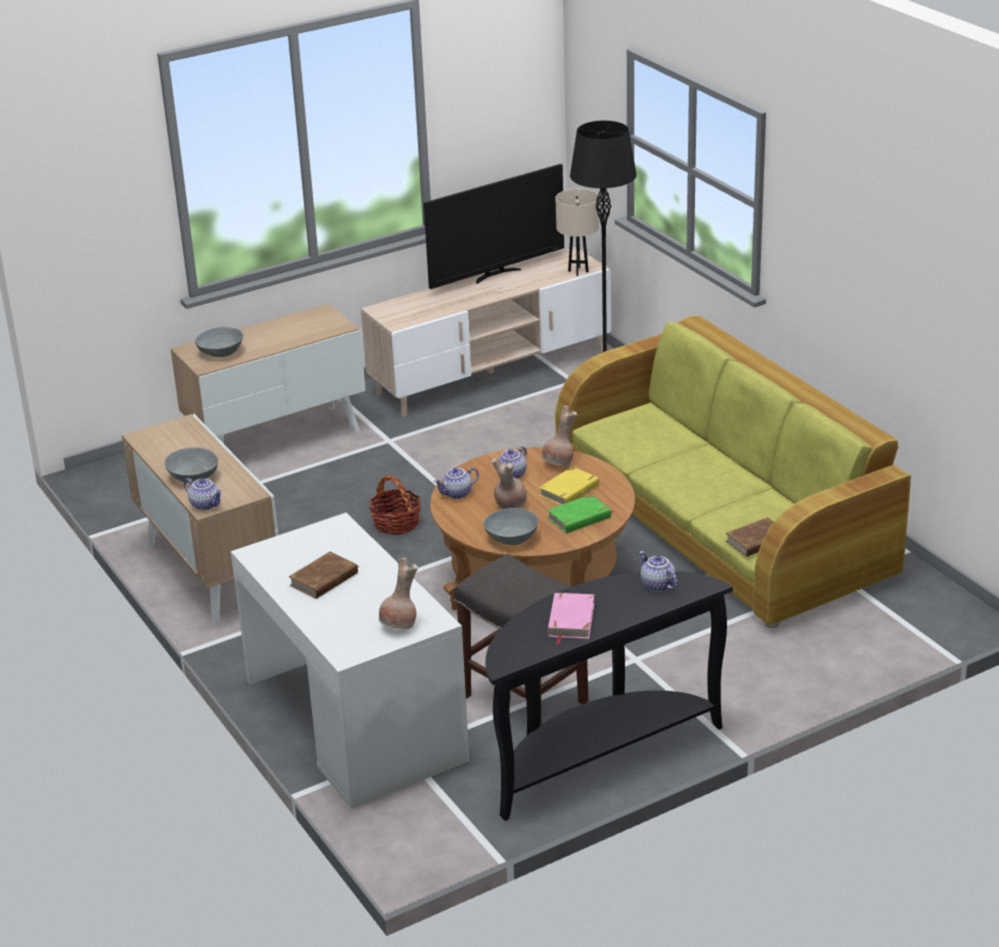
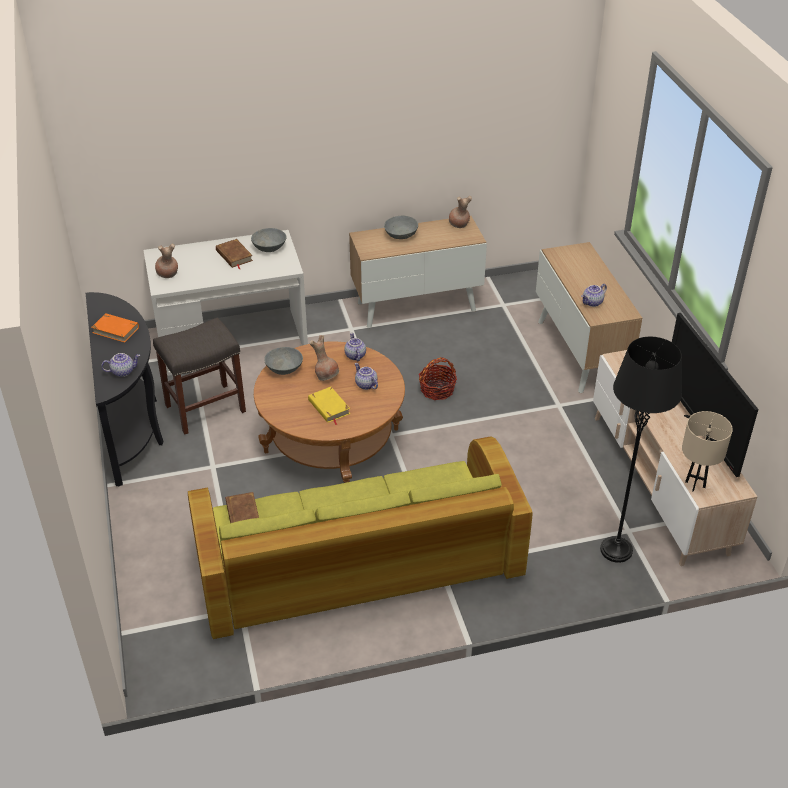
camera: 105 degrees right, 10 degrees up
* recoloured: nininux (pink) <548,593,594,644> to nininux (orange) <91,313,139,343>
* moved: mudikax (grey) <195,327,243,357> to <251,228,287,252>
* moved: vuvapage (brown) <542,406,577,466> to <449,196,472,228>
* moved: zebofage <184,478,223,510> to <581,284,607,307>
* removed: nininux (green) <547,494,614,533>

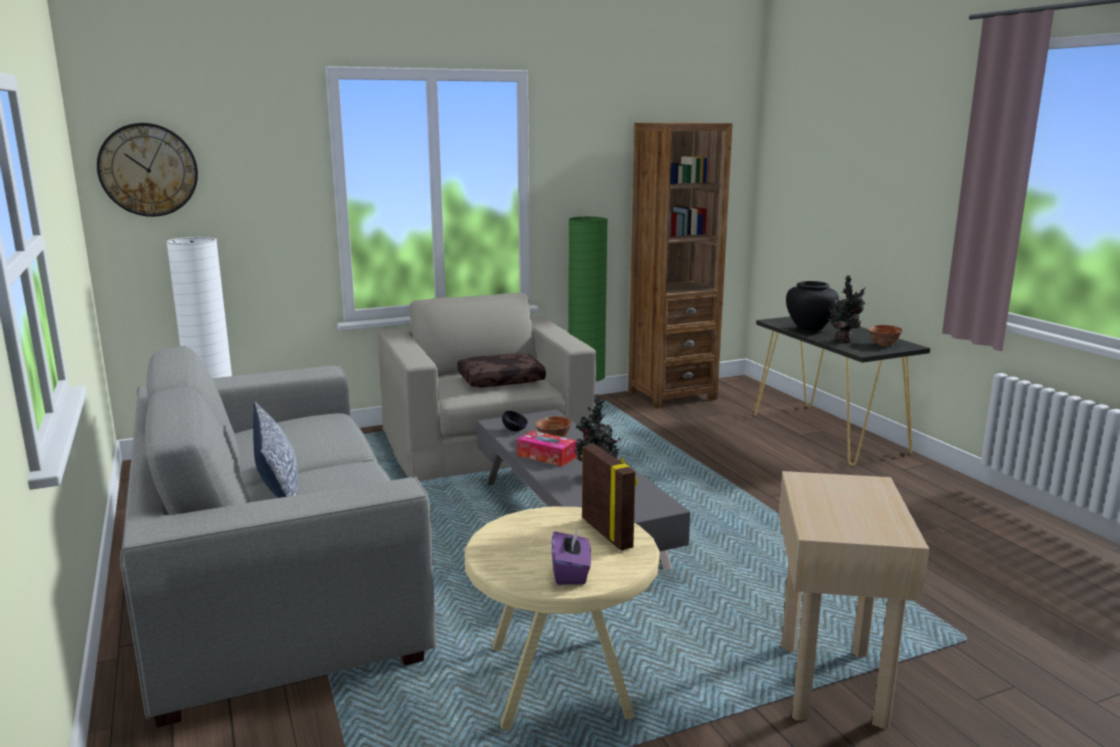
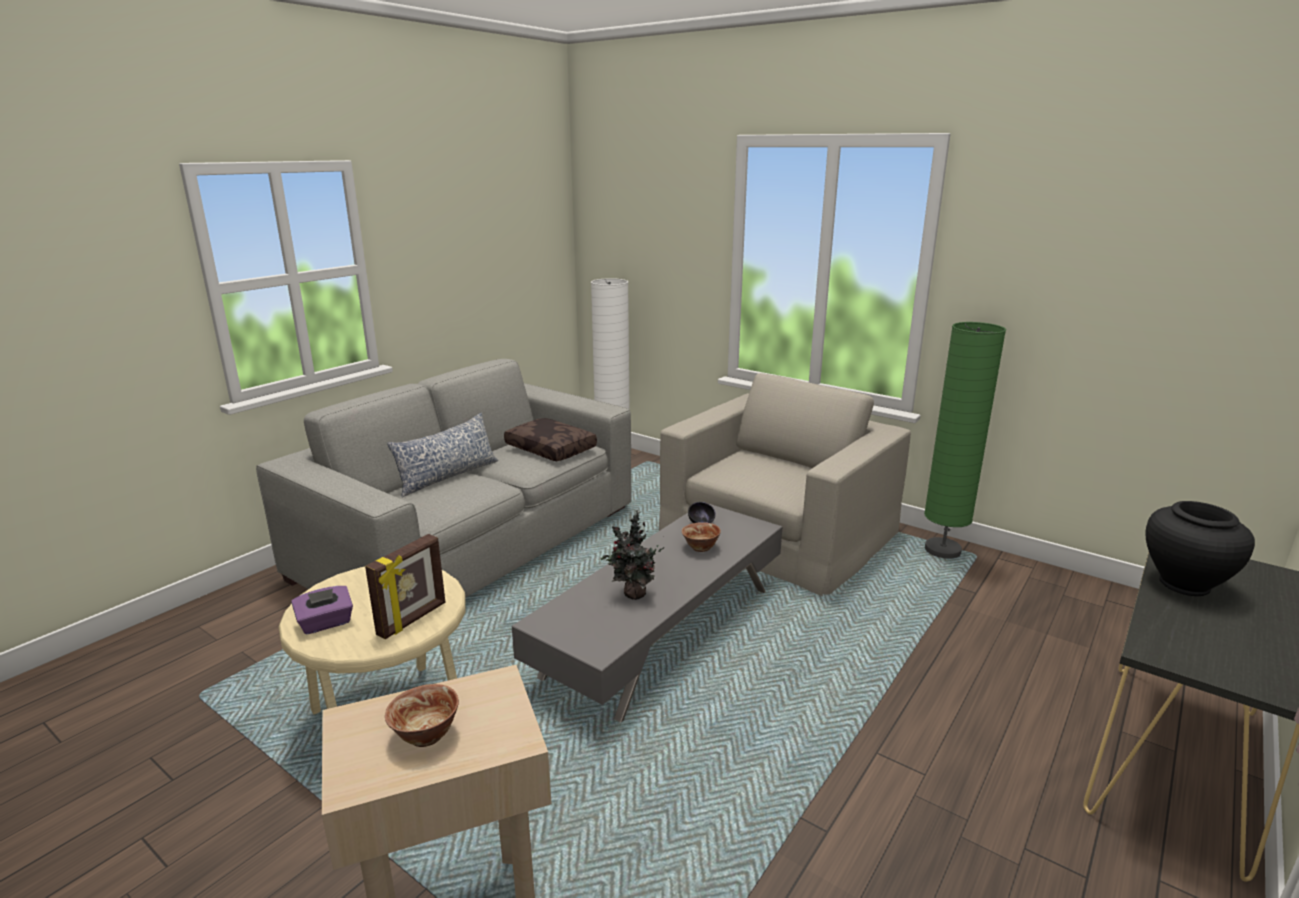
camera: 60 degrees right, 5 degrees up
* moved: mudikax <868,325,903,346> to <385,684,459,747>
* moved: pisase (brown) <458,353,546,388> to <504,418,597,461>
* removed: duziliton <97,123,198,217>
* removed: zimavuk <517,431,577,466>
* removed: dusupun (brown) <628,122,733,409>
* removed: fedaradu <828,275,866,342>

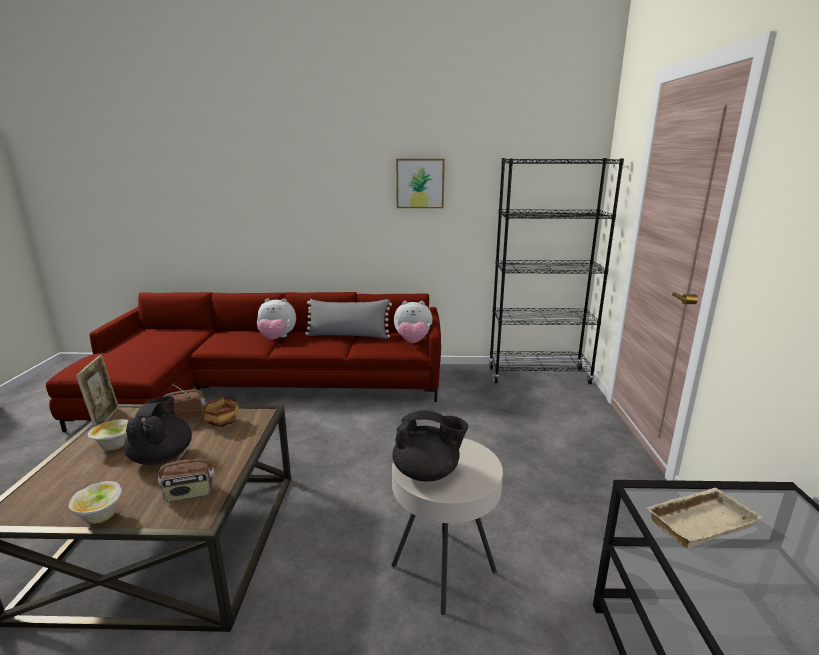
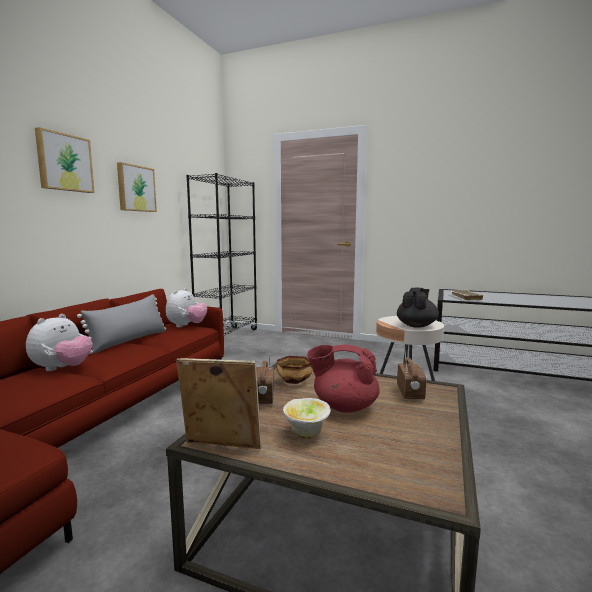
camera: 70 degrees left, 10 degrees down
* added: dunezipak <35,127,95,193>
* recoloured: zebofage (black) <124,396,192,465> to zebofage (red) <307,345,380,413>
* removed: mudikax <68,481,122,524>

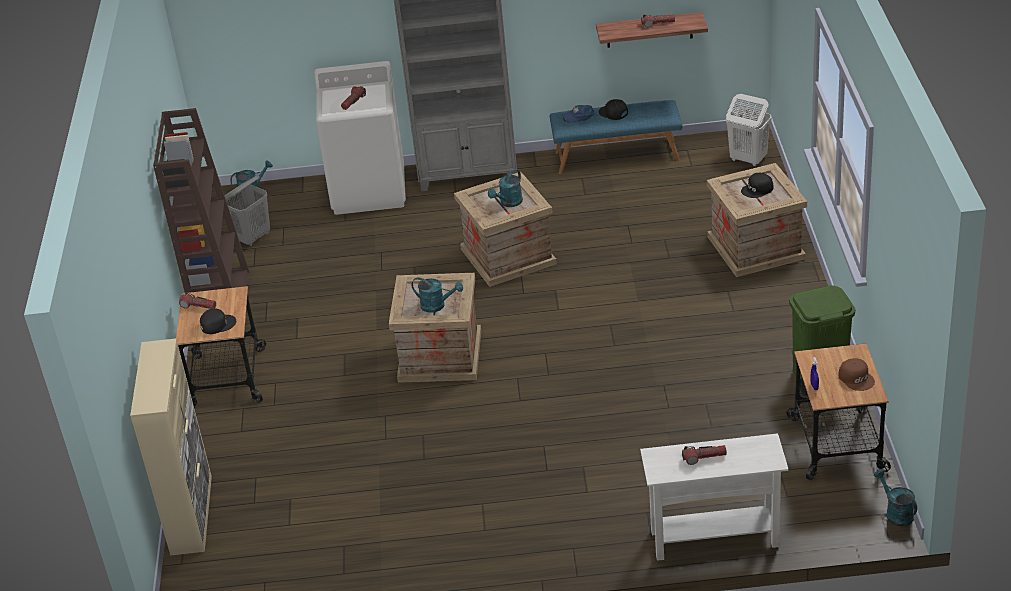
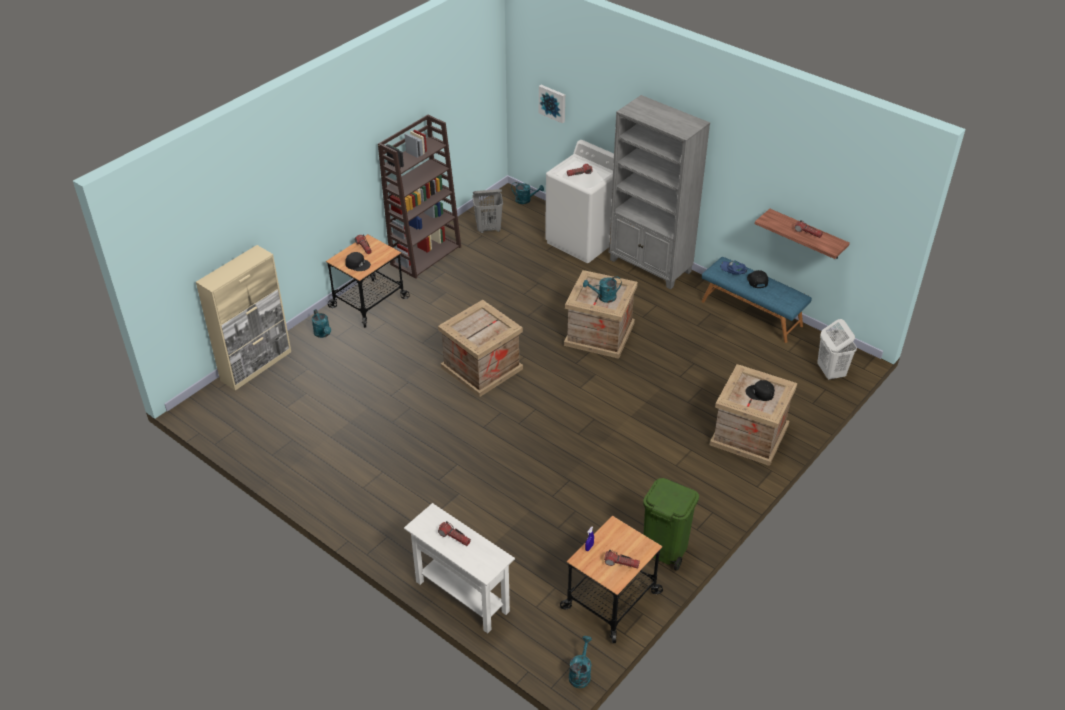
camera: 40 degrees right, 5 degrees up
* moved: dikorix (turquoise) <412,277,463,313> to <312,309,331,338>
* added: dunezipak <539,85,565,123>
* replaced: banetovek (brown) <838,358,875,391> to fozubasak <604,550,640,569>

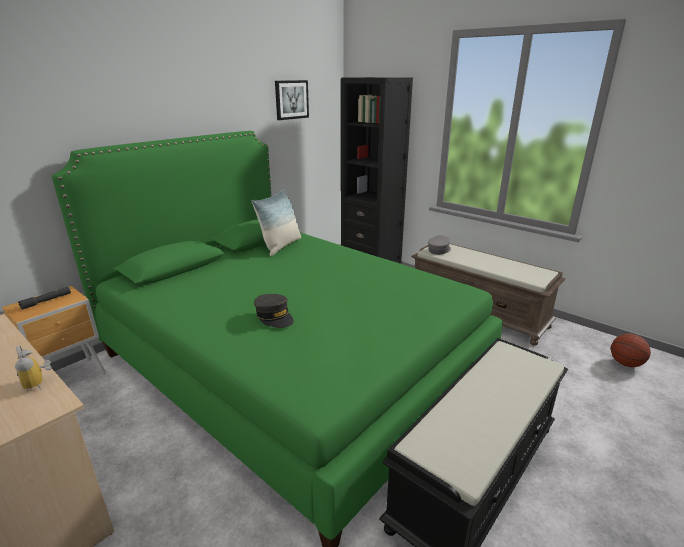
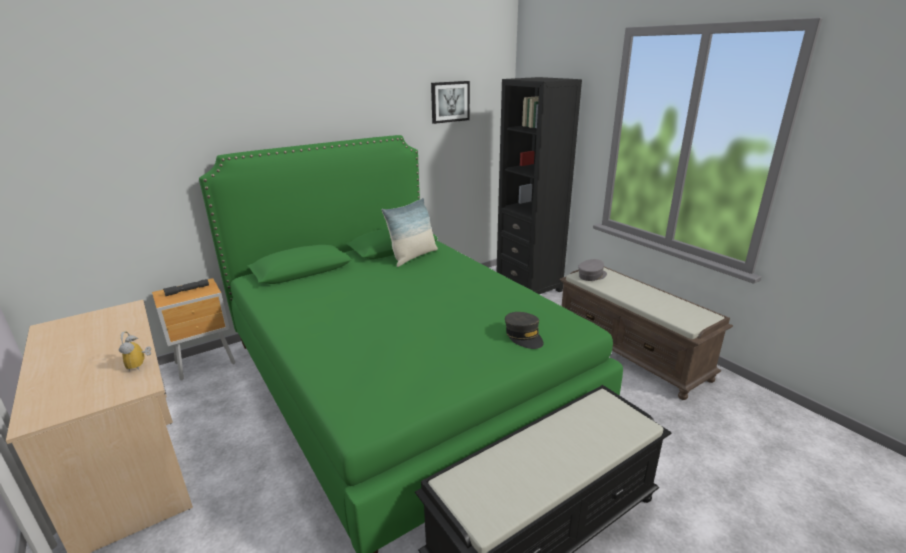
camera: 15 degrees right, 0 degrees up
* moved: banetovek (grey) <254,294,294,328> to <505,312,544,349>
* removed: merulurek <611,334,651,367>

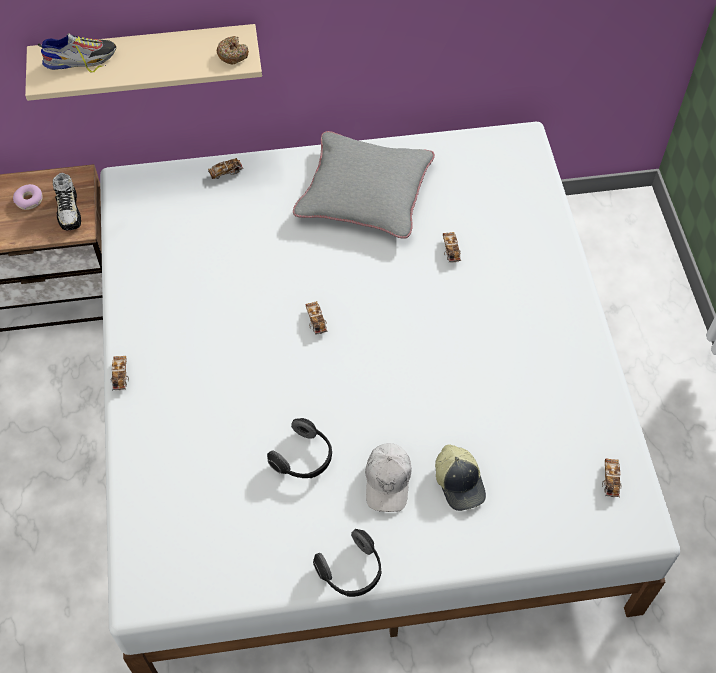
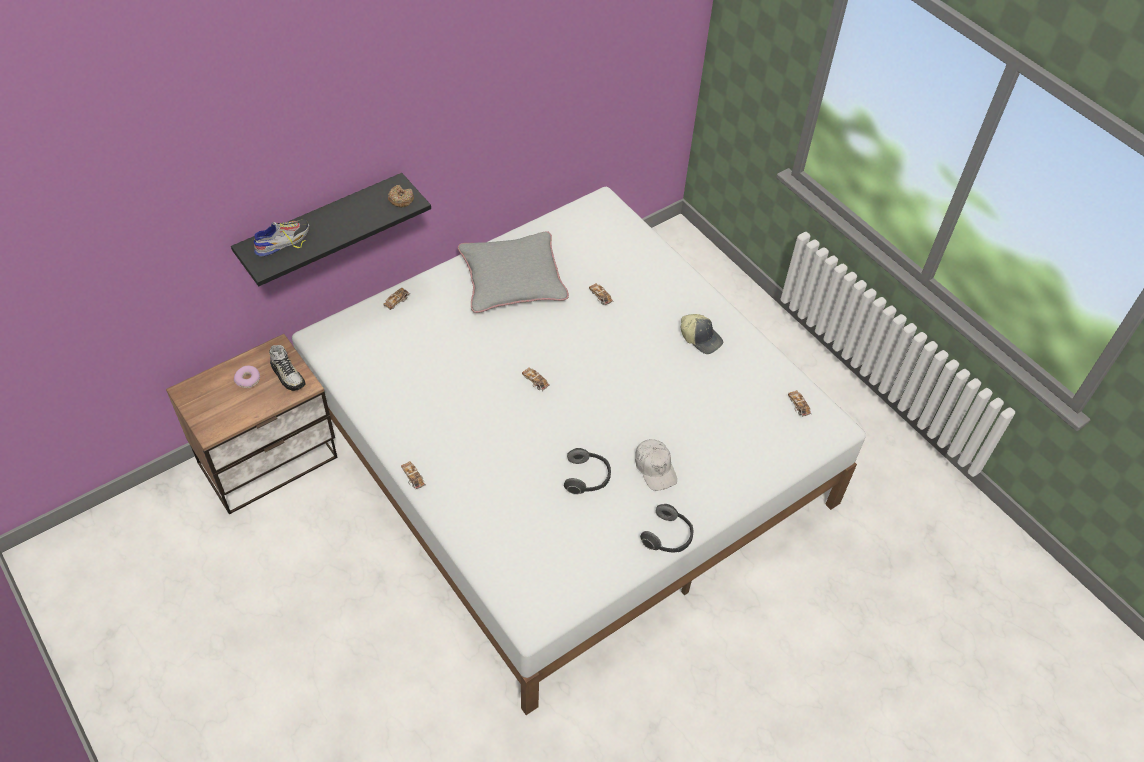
camera: 30 degrees left, 5 degrees down
* recoloured: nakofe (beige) <25,24,262,101> to nakofe (black) <231,173,431,286>
* moved: banetovek <435,444,486,511> to <681,314,723,354>

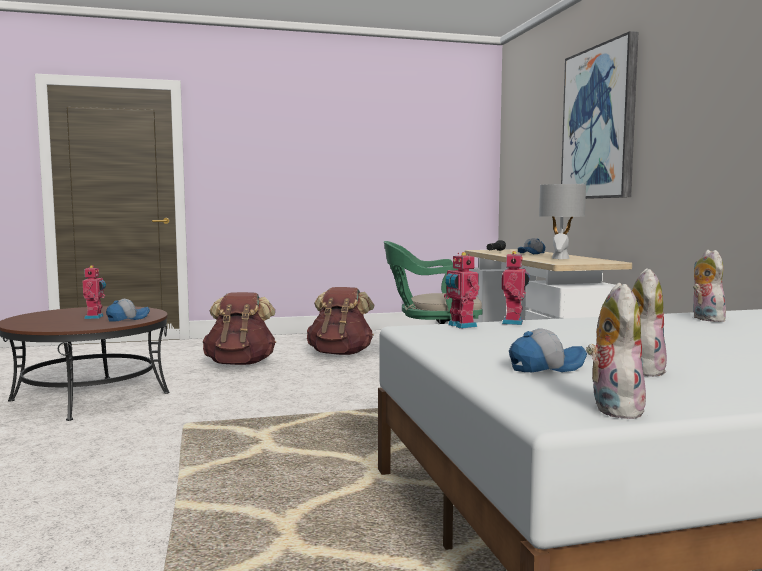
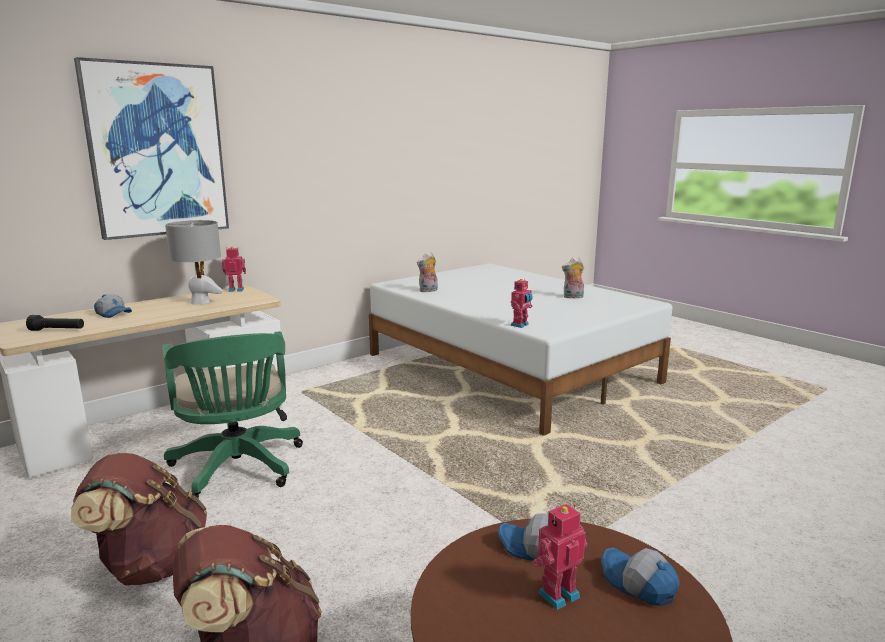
camera: 115 degrees left, 10 degrees up
* moved: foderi <502,251,530,325> to <222,247,246,292>
* moved: banetovek <509,328,587,372> to <601,548,680,606>
* removed: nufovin <586,283,646,419>

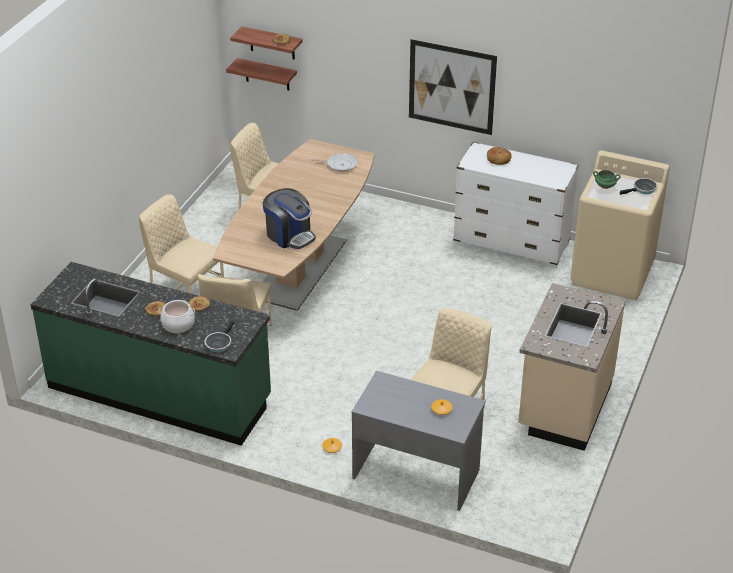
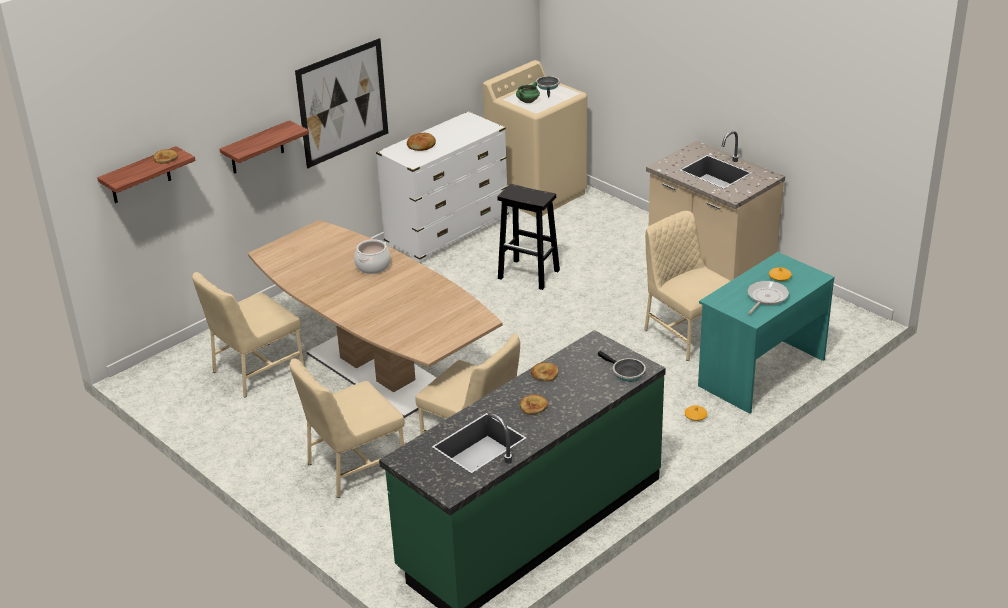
camera: 65 degrees left, 5 degrees down
* moved: nakofe <226,58,297,90> to <219,120,309,174>
* moved: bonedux <159,300,195,333> to <354,239,391,274>
* added: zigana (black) <497,184,560,290>
* recoloured: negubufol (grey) <351,371,486,511> to negubufol (turquoise) <698,252,835,414>
* moved: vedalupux <311,153,358,172> to <747,281,789,315>
* removed: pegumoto <262,188,316,249>

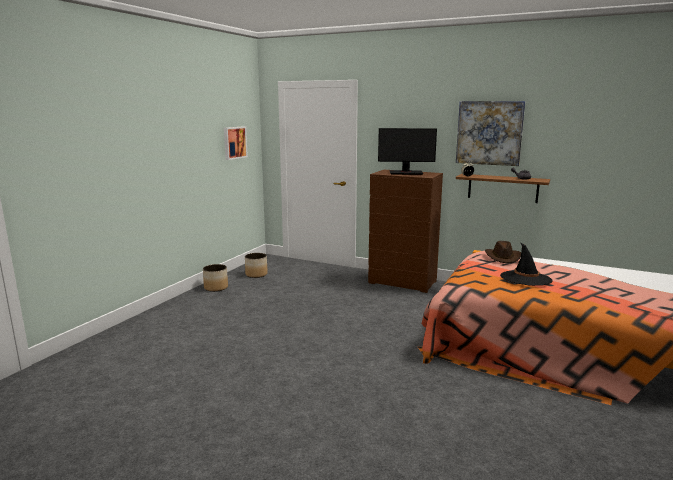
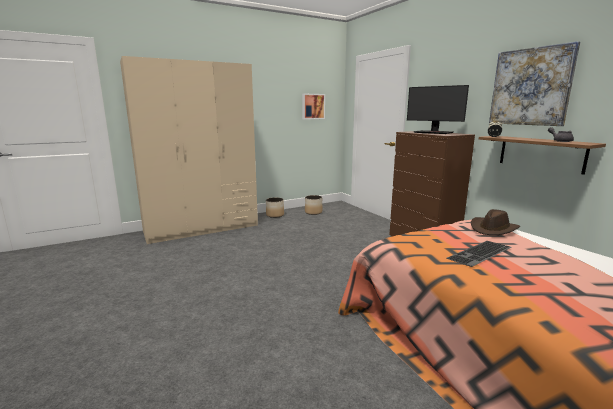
camera: 35 degrees right, 0 degrees up
* added: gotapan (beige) <120,56,258,244>
* replaced: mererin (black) <500,242,553,286> to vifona <447,241,512,267>

